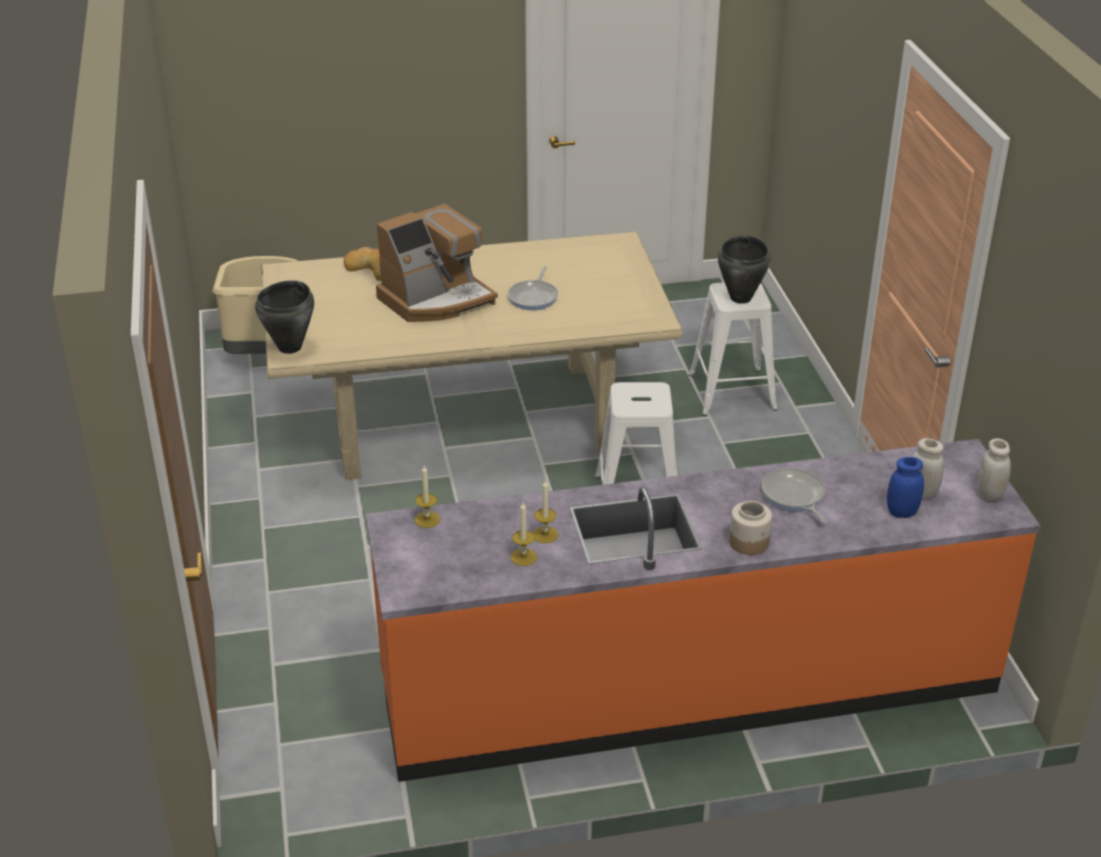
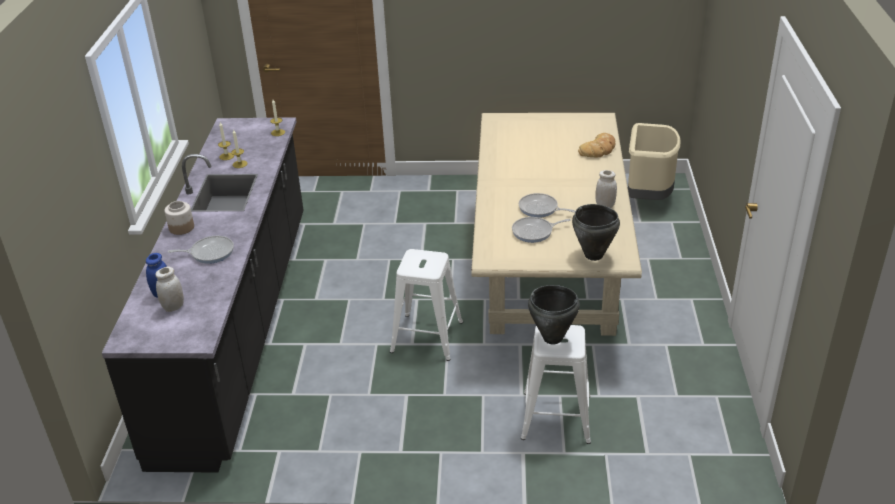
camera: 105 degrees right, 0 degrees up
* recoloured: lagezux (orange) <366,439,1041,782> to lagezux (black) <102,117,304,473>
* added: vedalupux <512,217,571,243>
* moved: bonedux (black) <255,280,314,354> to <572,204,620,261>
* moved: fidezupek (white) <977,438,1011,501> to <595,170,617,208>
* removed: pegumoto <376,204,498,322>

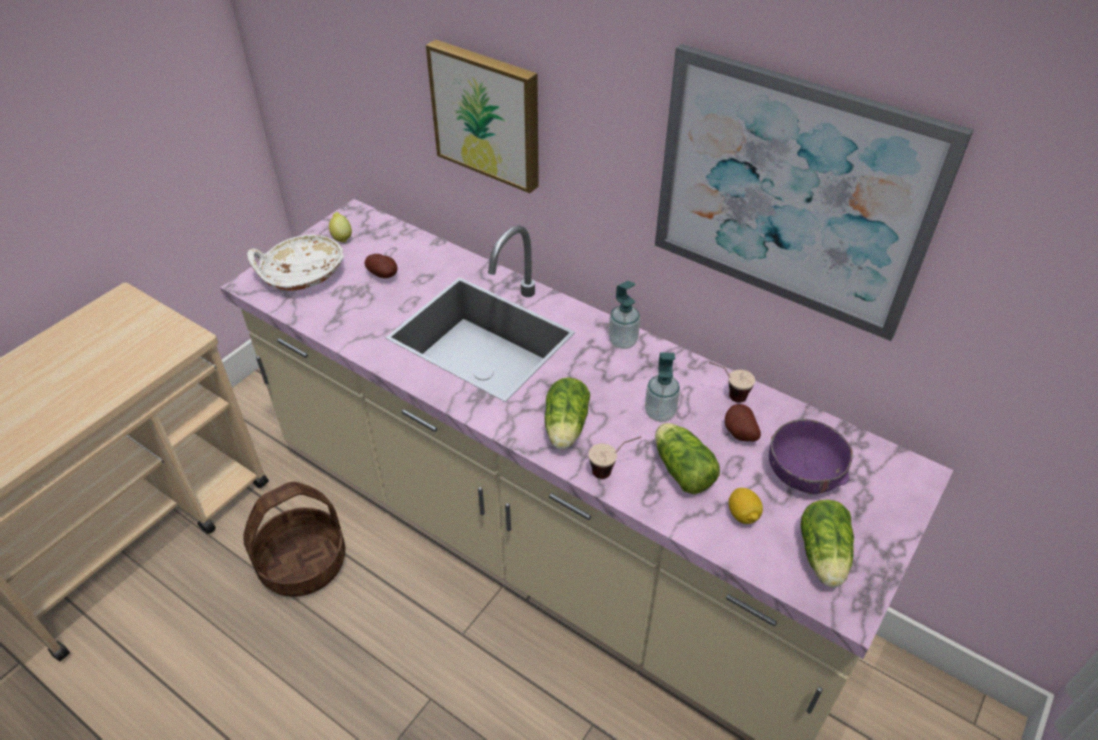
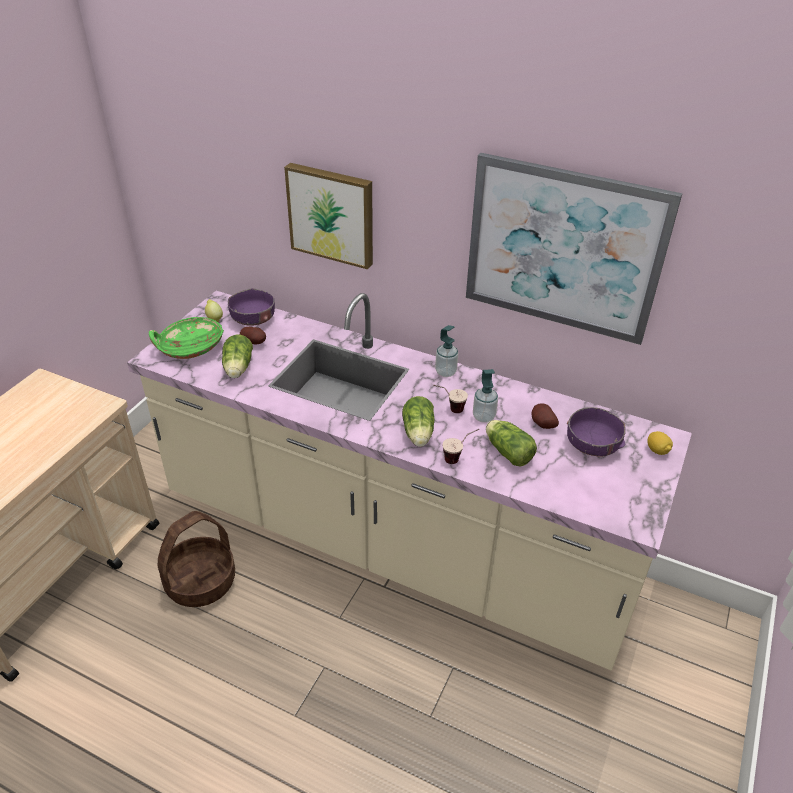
camera: 10 degrees left, 5 degrees down
* recoloured: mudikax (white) <247,235,344,291> to mudikax (green) <149,317,224,359>
* moved: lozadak <800,500,854,587> to <222,334,253,378>
* added: mudikax (purple) <228,288,275,326>
* moved: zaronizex <709,362,755,403> to <433,385,468,413>
* moved: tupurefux <729,488,763,524> to <647,431,673,455>

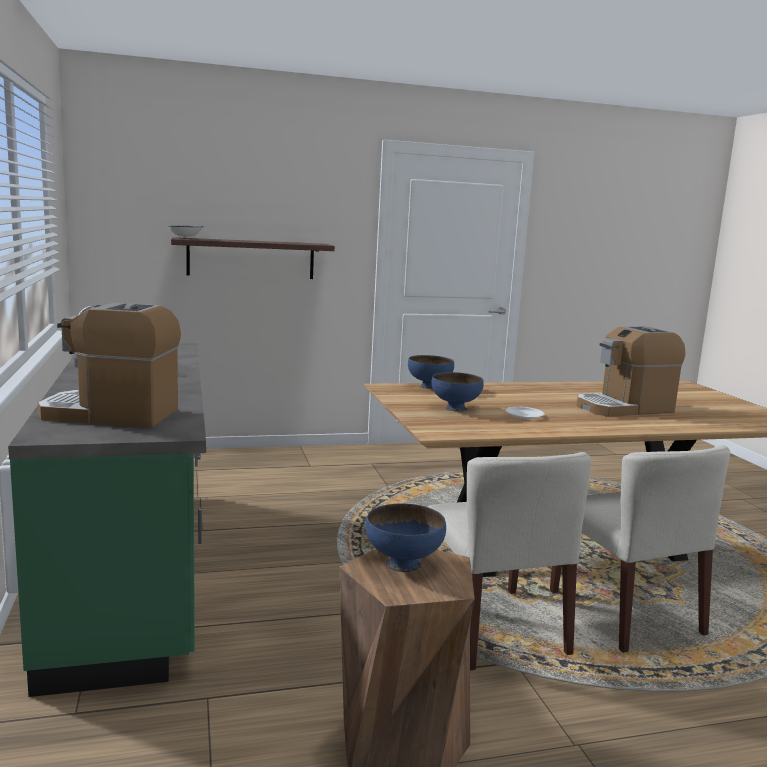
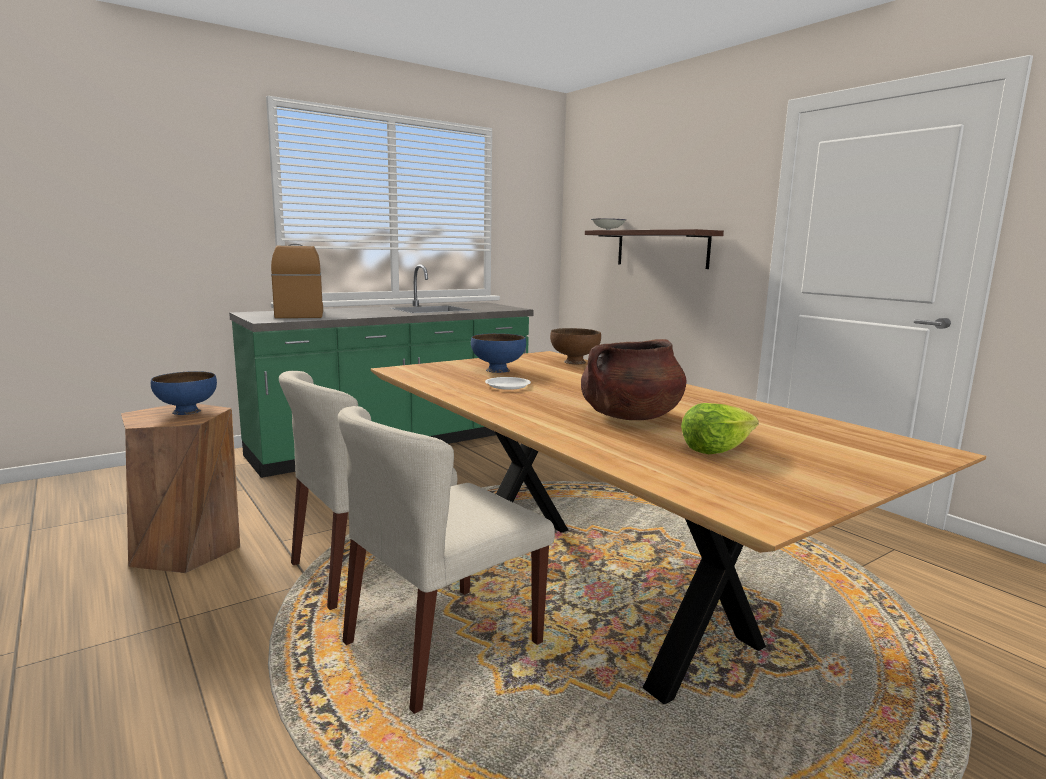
camera: 70 degrees right, 0 degrees up
* recoloured: mudikax (blue) <408,355,454,389> to mudikax (brown) <550,328,601,364>
* replaced: pegumoto <577,326,685,417> to bonedux (brown) <581,339,686,420>
* added: lozadak <681,403,759,454>

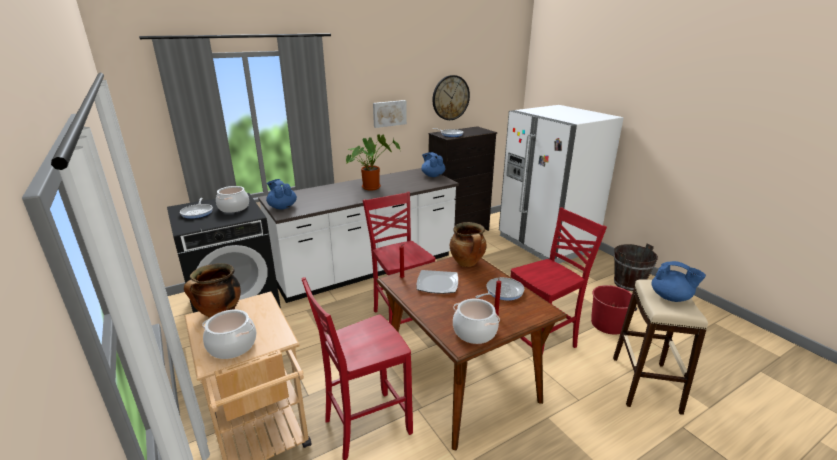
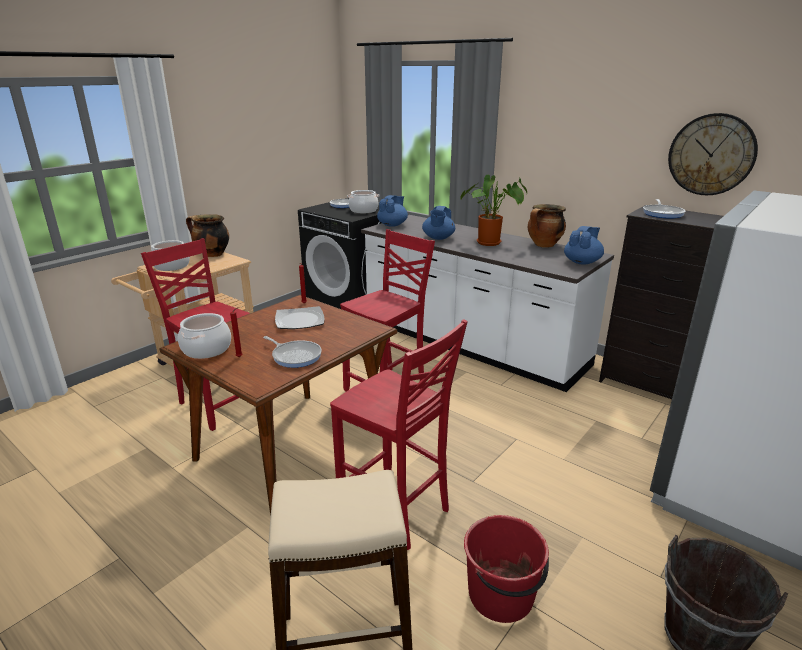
camera: 70 degrees right, 0 degrees up
* moved: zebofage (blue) <652,261,706,302> to <422,206,455,240>
* moved: bonedux <450,222,487,267> to <528,204,566,248>
* removed: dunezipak <373,100,407,128>

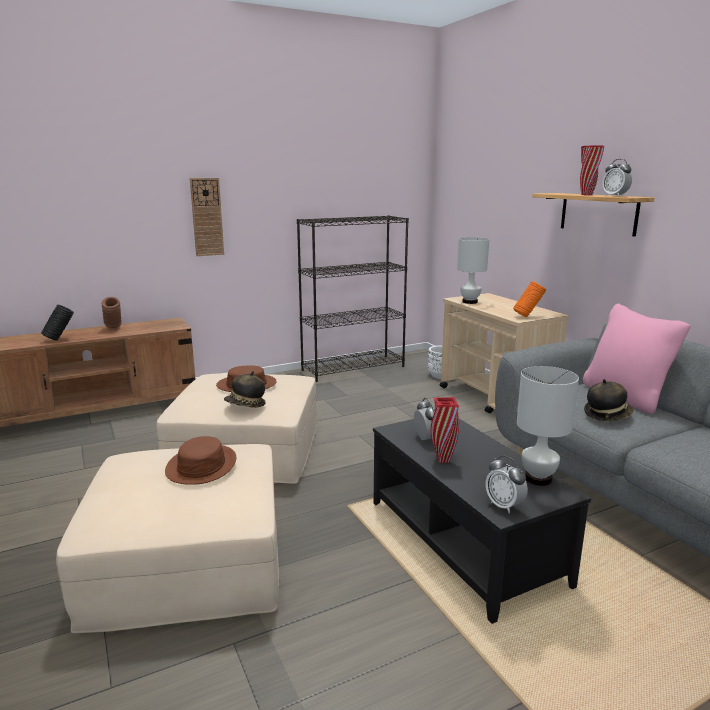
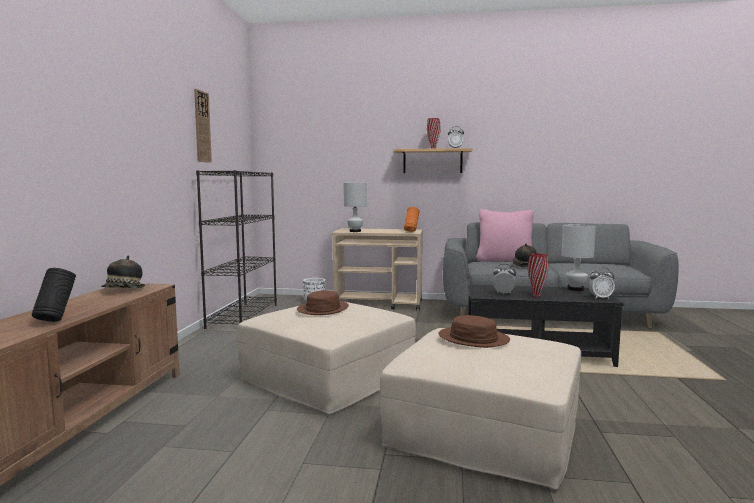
camera: 55 degrees left, 10 degrees down
* moved: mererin <224,371,266,408> to <101,255,145,288>
* moved: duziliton <190,178,224,256> to <194,89,212,163>
* removed: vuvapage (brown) <102,297,121,328>

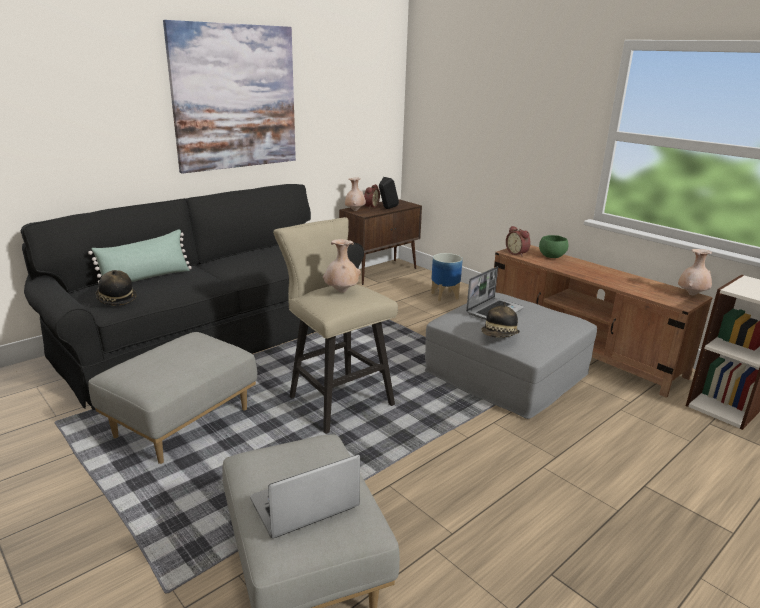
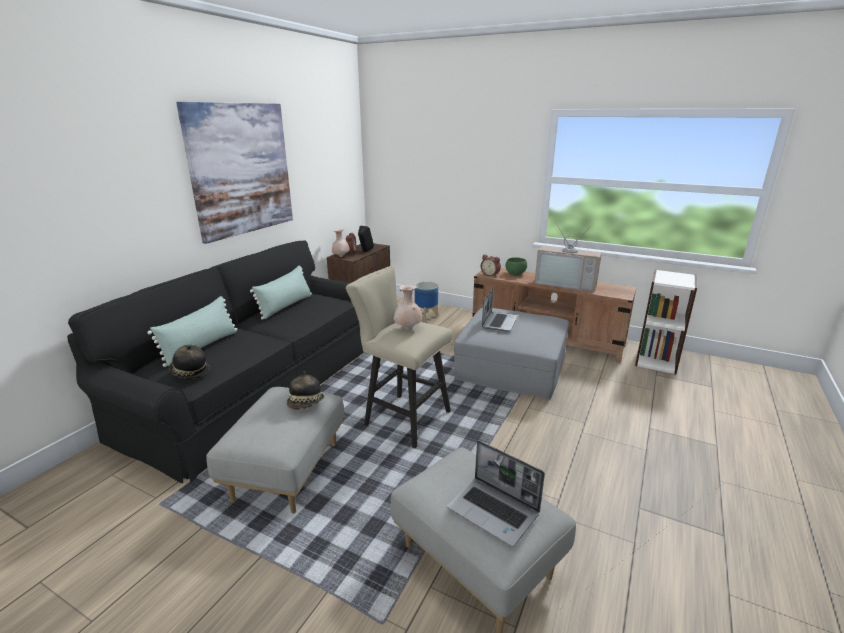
camera: 20 degrees left, 0 degrees up
* added: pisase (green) <250,265,312,320>
* moved: mererin <482,302,520,337> to <287,371,324,410>
* turned: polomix <250,455,360,538> = <447,440,545,547> 90 degrees counterclockwise
* added: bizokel <535,220,602,292>
* removed: vuvapage (beige) <678,249,712,296>

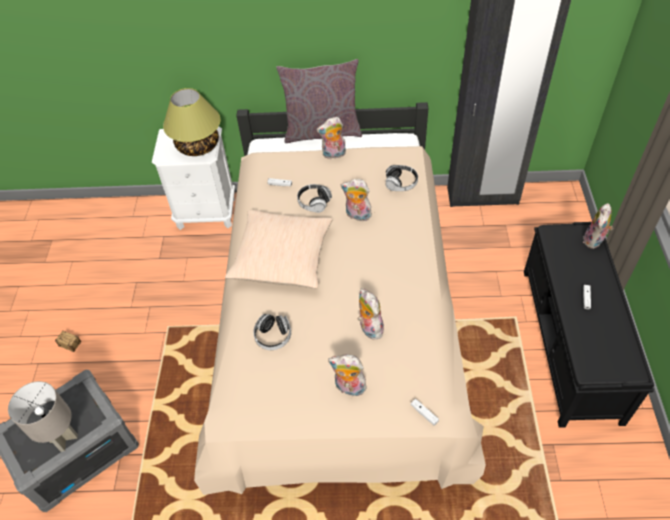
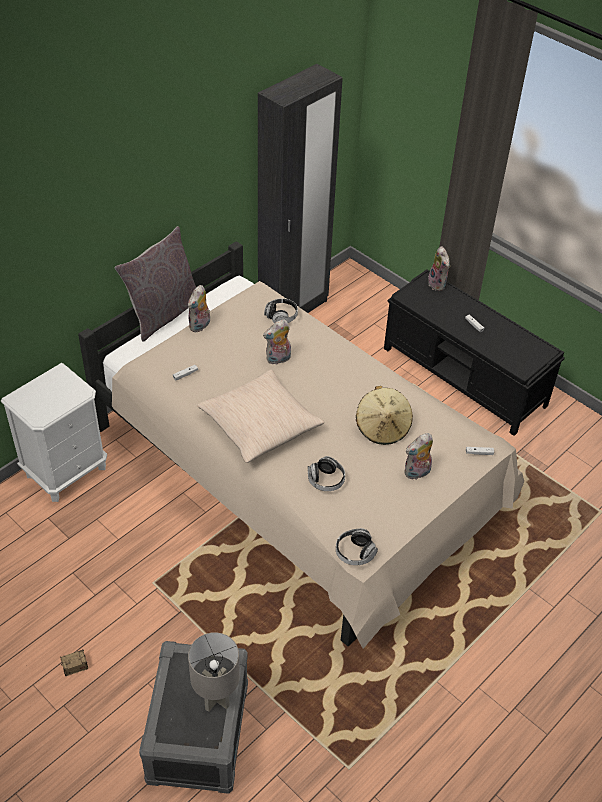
camera: 50 degrees left, 5 degrees down
* moved: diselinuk <297,184,332,213> to <336,528,378,565>
* replaced: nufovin <358,288,384,339> to mererin (beige) <356,386,413,445>
* removed: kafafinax <163,88,220,156>

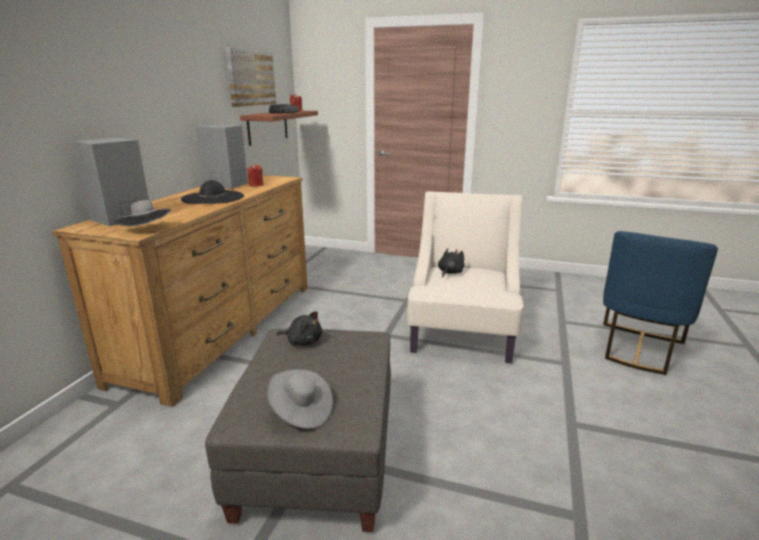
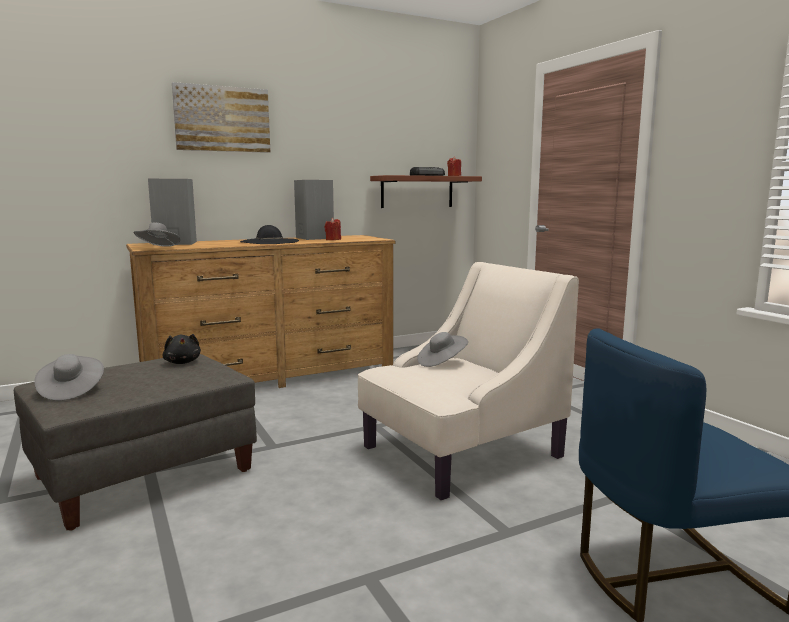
camera: 45 degrees right, 10 degrees down
* moved: dunezipak <225,47,276,107> to <172,82,270,153>
* replaced: nufovin (black) <438,248,464,278> to mererin (grey) <417,332,468,367>

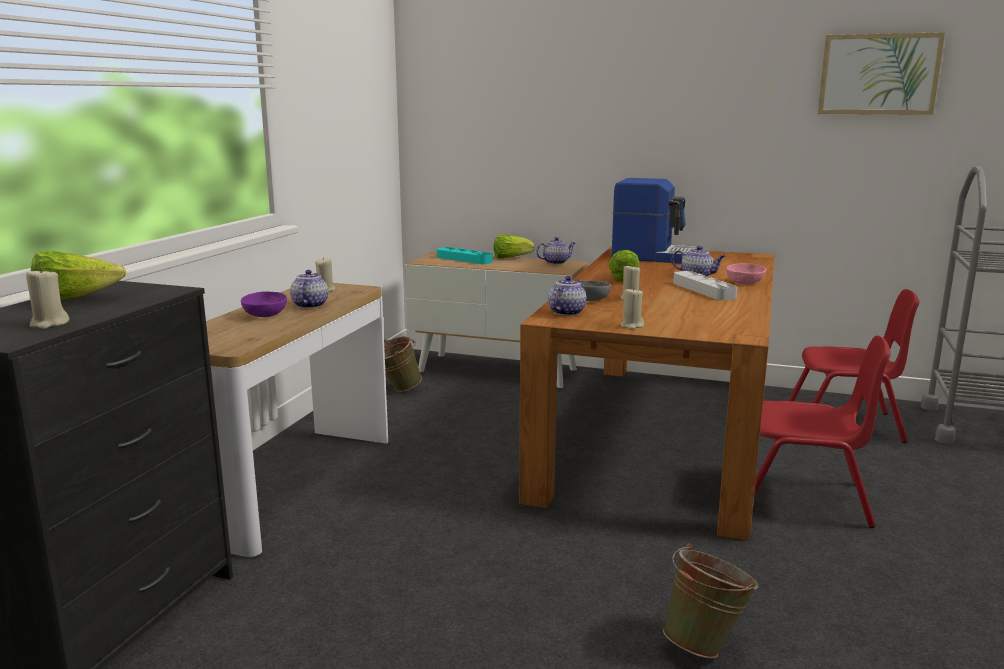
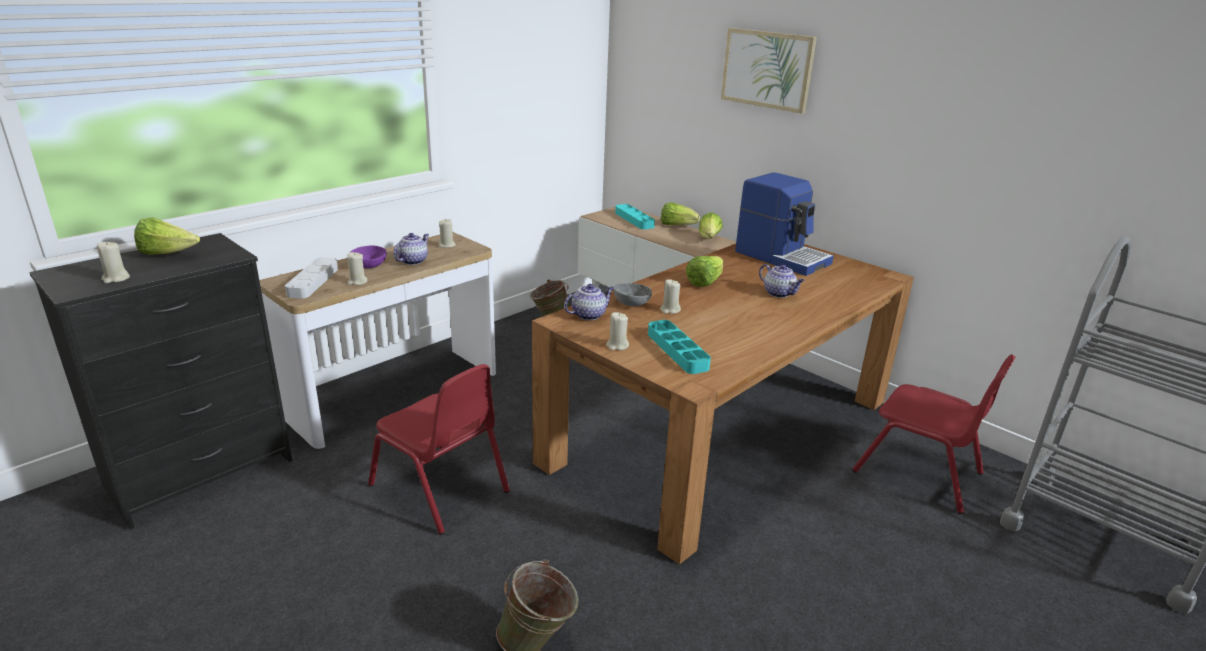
camera: 25 degrees right, 10 degrees up
* moved: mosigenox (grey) <673,271,737,300> to <285,257,338,299>
* added: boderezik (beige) <347,252,367,285>
* moved: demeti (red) <754,336,891,528> to <368,364,510,535>
* added: mosigenox (turquoise) <648,320,711,374>
* replaced: zebofage <536,237,575,264> to lozadak <698,212,723,238>
* moved: dunezipak <818,32,945,115> to <721,28,817,114>
* removed: mudikax (pink) <726,263,766,284>

